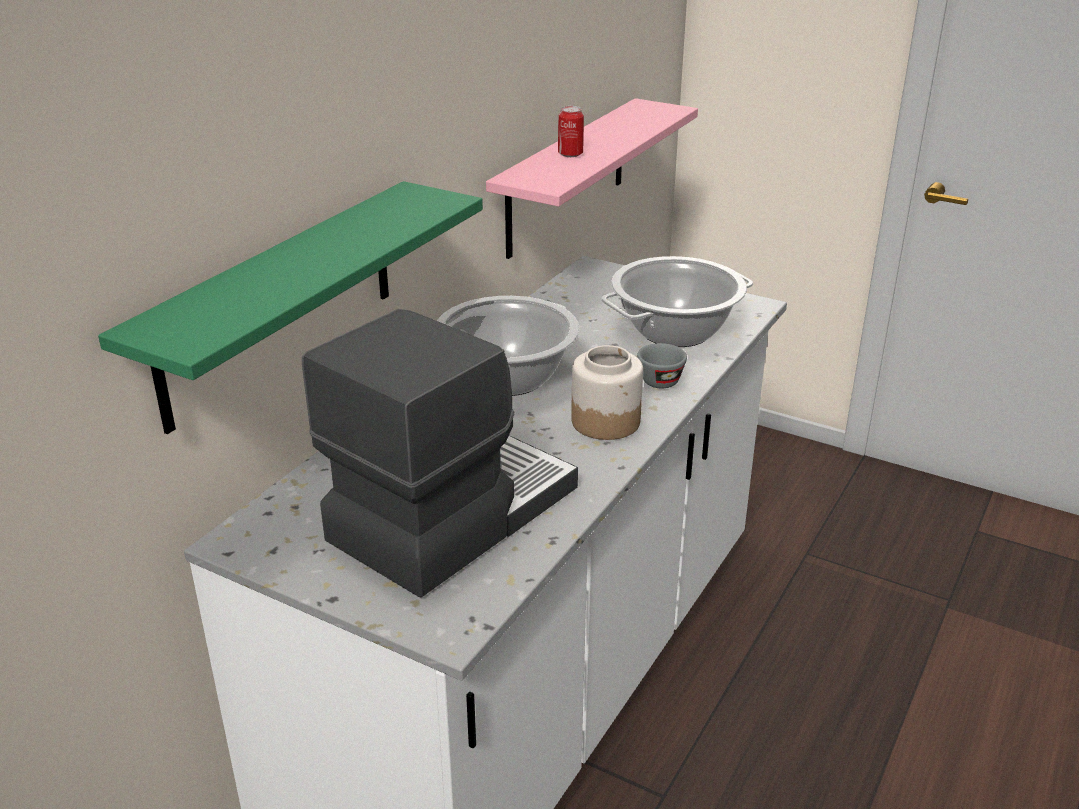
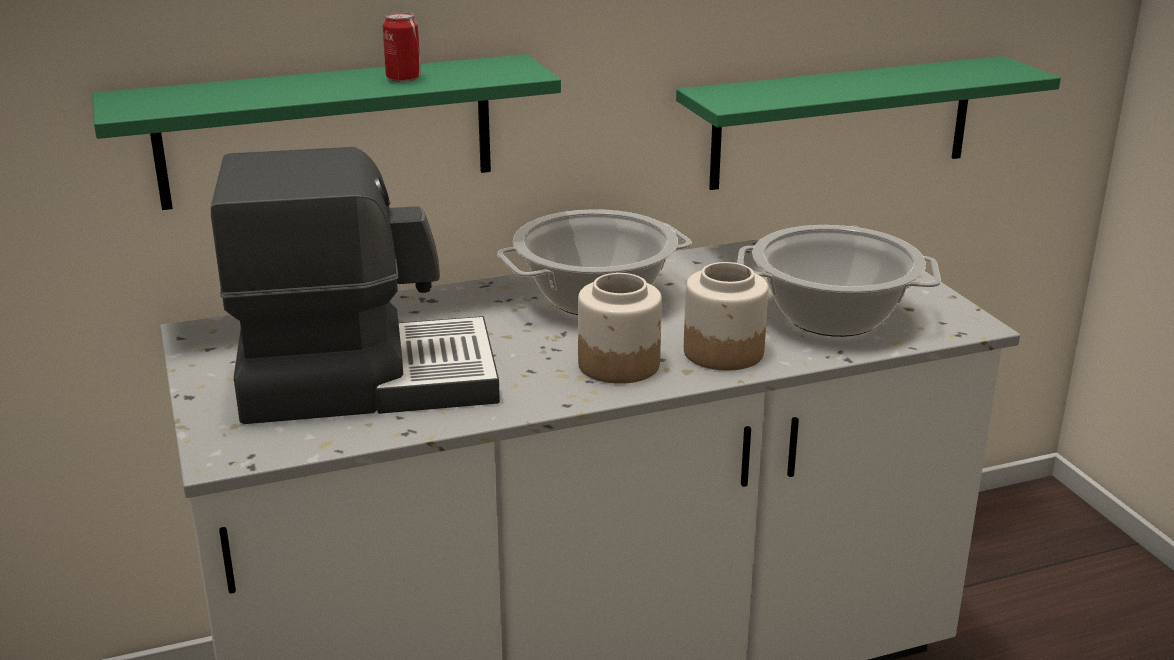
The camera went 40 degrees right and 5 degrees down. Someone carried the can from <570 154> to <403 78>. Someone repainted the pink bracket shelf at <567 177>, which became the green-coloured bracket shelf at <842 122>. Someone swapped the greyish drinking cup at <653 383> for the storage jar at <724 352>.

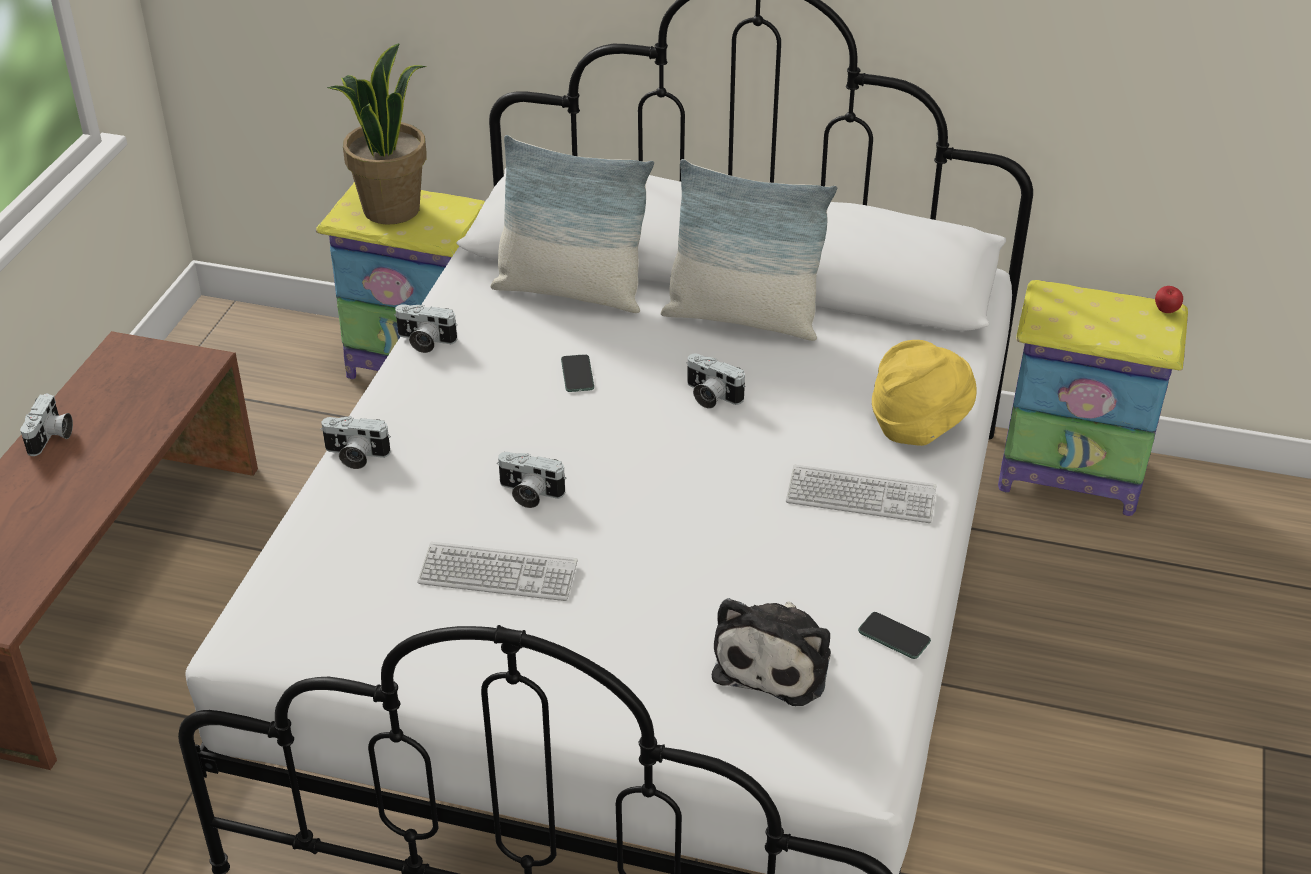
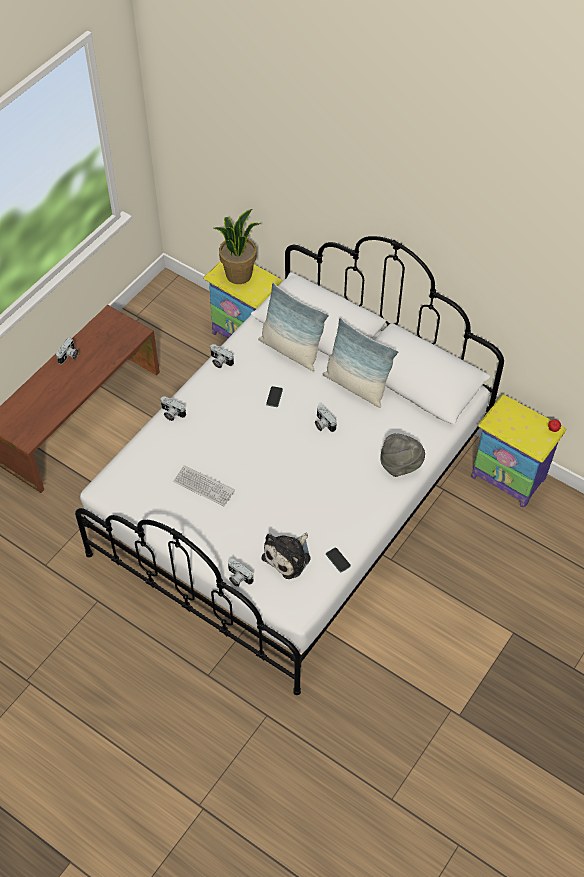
The camera went 20 degrees right and 15 degrees up. Someone carried the still camera from <529 494> to <238 578>. Someone repainted the yellowish hat at <918 427>, which became the greyish hat at <400 465>. Someone took away the keyboard at <861 496>.

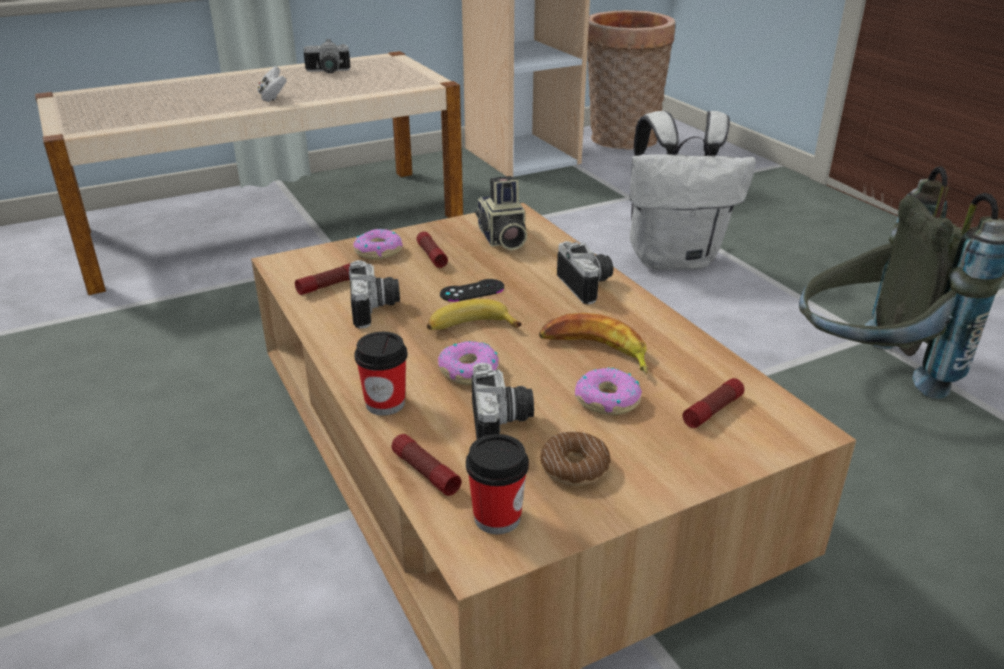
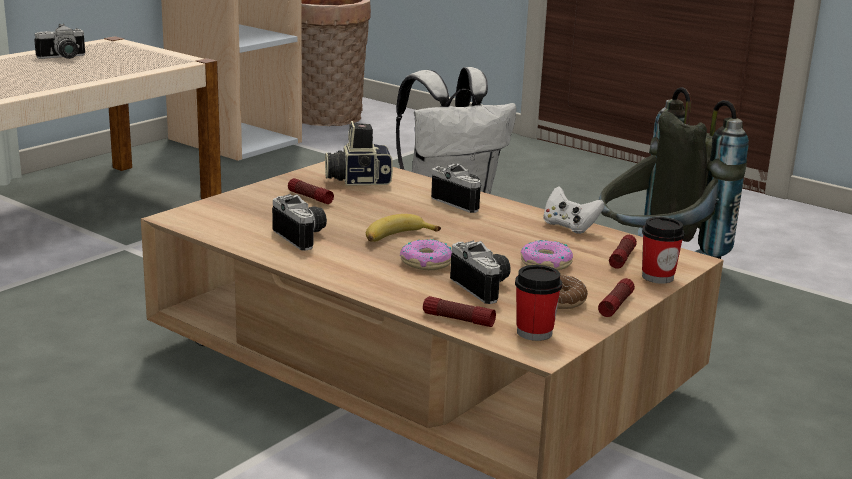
The camera went 25 degrees left and 10 degrees down. Someone rotated the still camera at <501 239> by 120 degrees clockwise. Someone carried the white-coloured joypad from <273 98> to <569 227>. Someone carried the flashlight from <328 285> to <616 305>. Someone carried the drinking cup from <385 403> to <657 277>. Someone took away the doughnut at <378 251>. Someone took away the blackish joypad at <472 291>. Someone took away the whole banana at <595 352>.

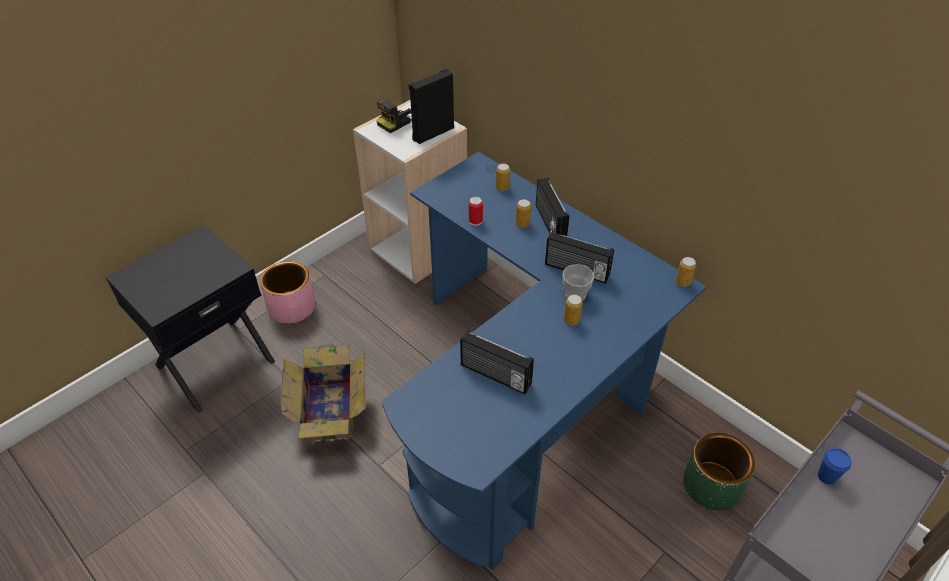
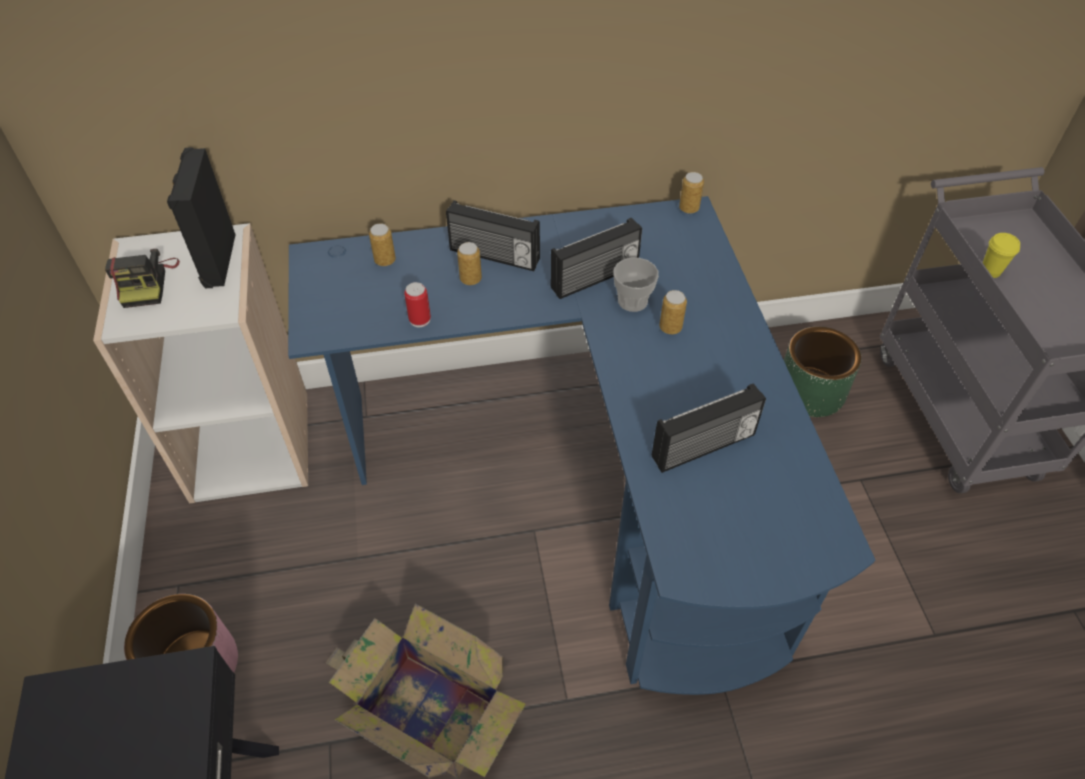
The camera went 55 degrees left and 5 degrees up. Someone repainted the blue drinking cup at <826 476>, which became the yellowish drinking cup at <990 271>.

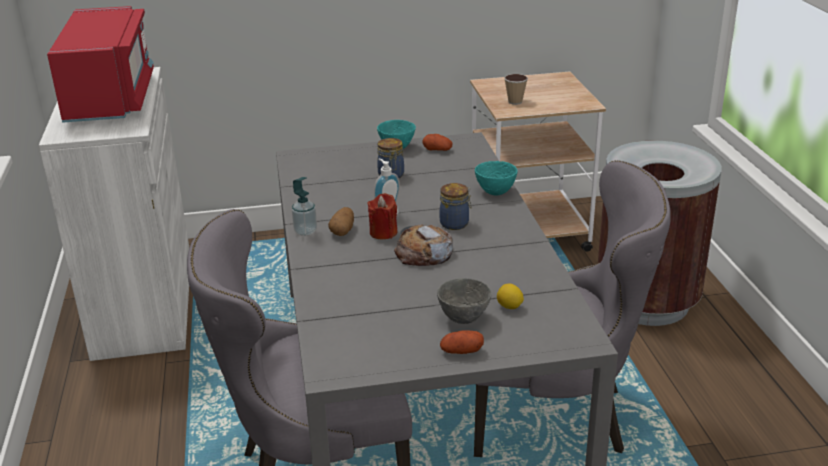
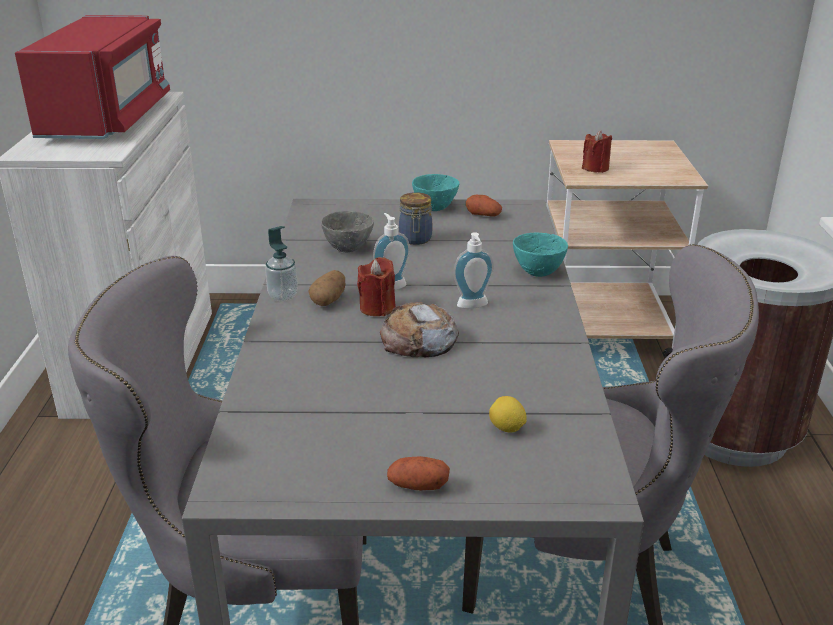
The camera went 10 degrees right and 0 degrees up. Someone carried the greyish serving bowl from <463 318> to <348 248>. Someone swapped the storage jar at <455 223> for the liquid soap bottle at <473 306>. Someone swapped the drinking cup at <515 102> for the red-coloured wax light at <595 168>.

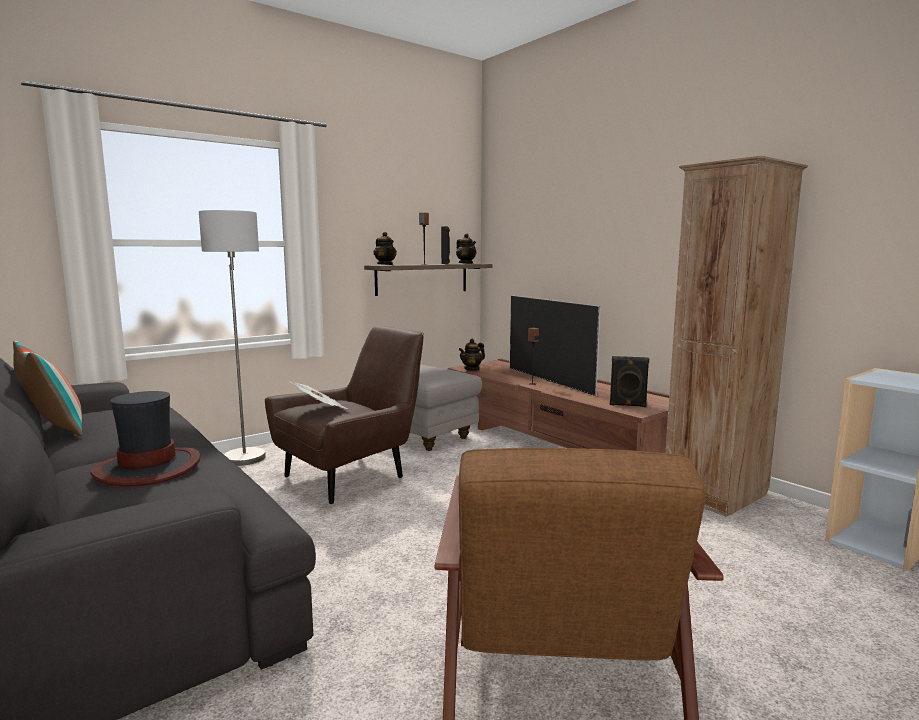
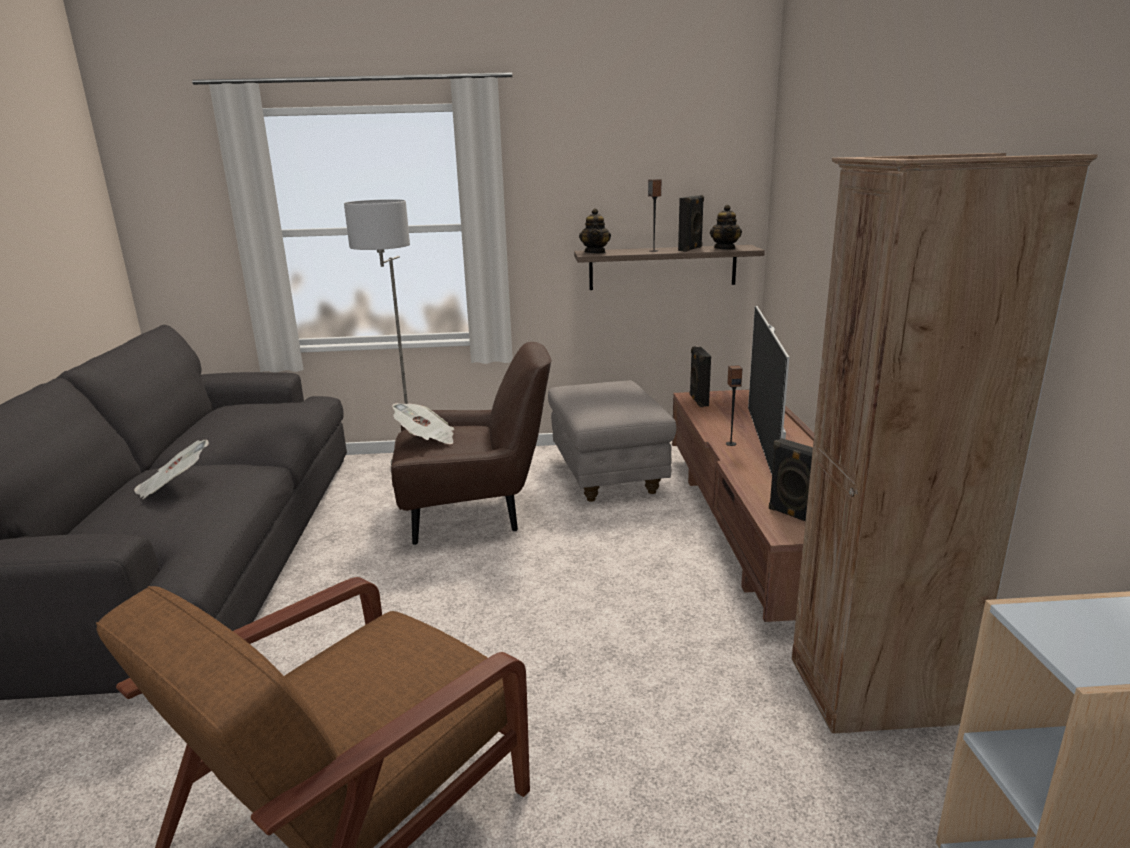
The camera went 35 degrees right and 10 degrees up. Someone swapped the hat at <148 468> for the daily paper at <174 487>. Someone swapped the pot for tea at <472 369> for the blackish loudspeaker at <698 401>. Someone took away the pillow at <53 430>.

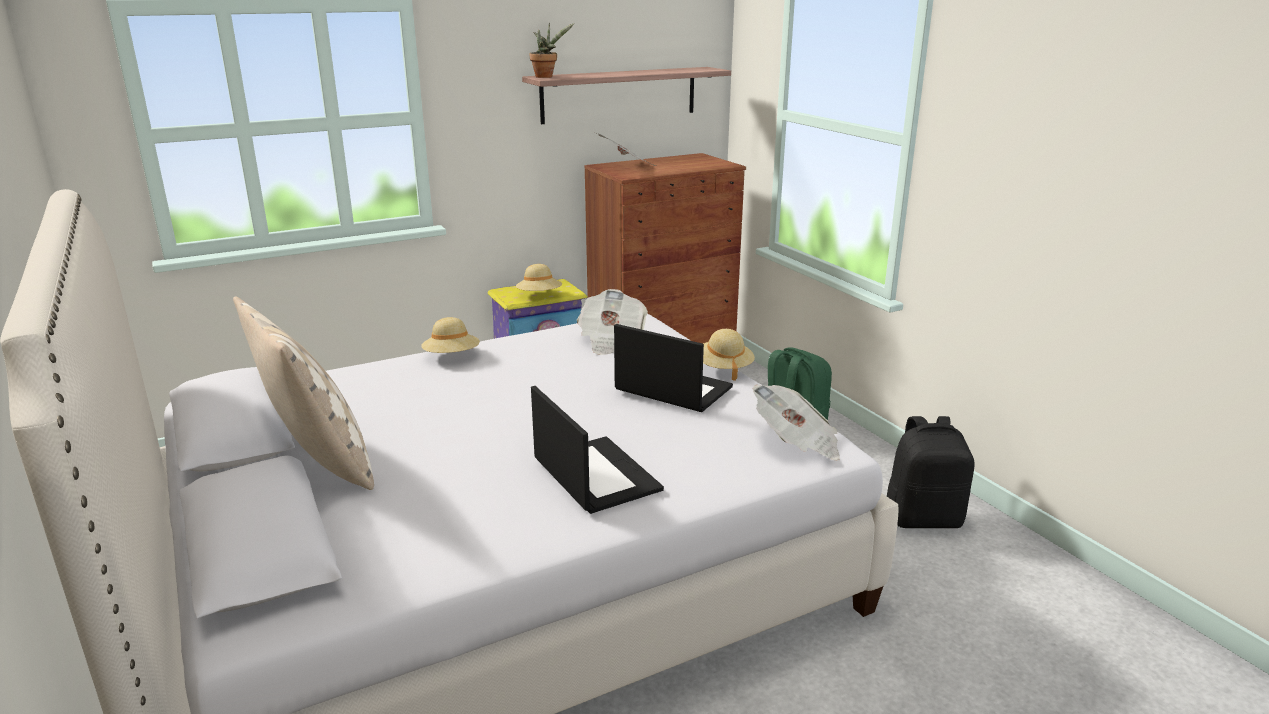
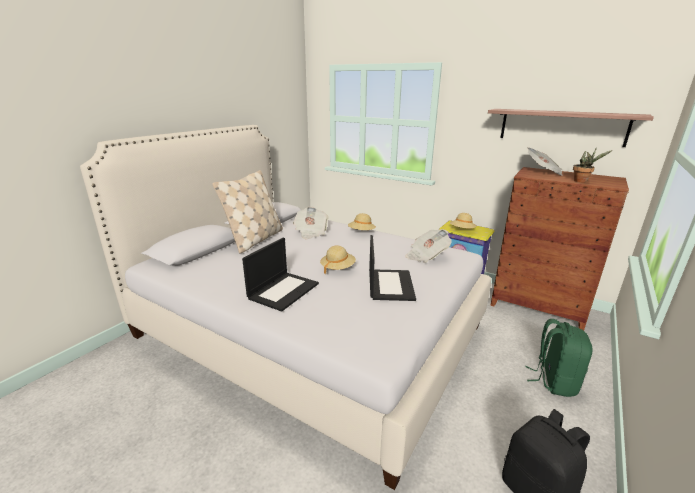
The camera went 60 degrees right and 0 degrees up. Someone carried the daily paper from <797 444> to <311 232>. Someone carried the beige hat from <723 368> to <338 268>. Someone carried the potted plant from <546 76> to <582 181>.

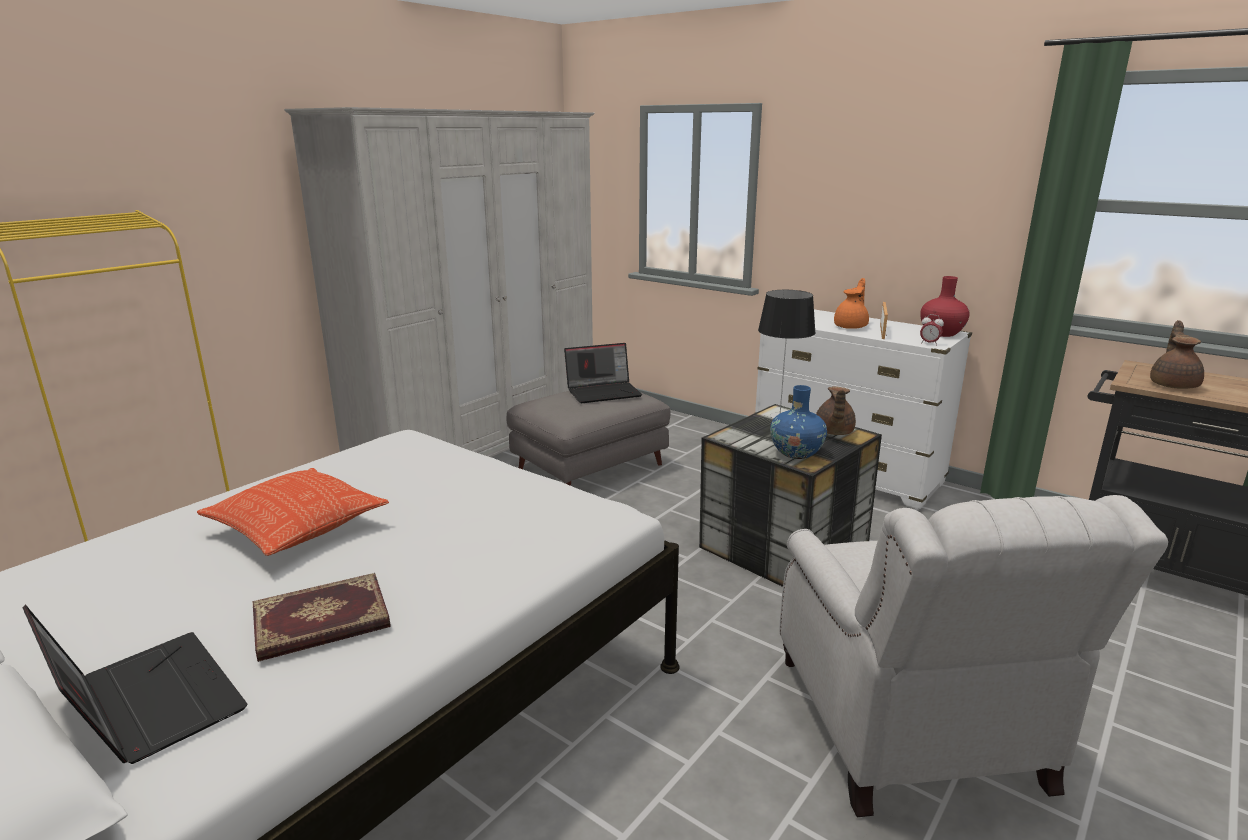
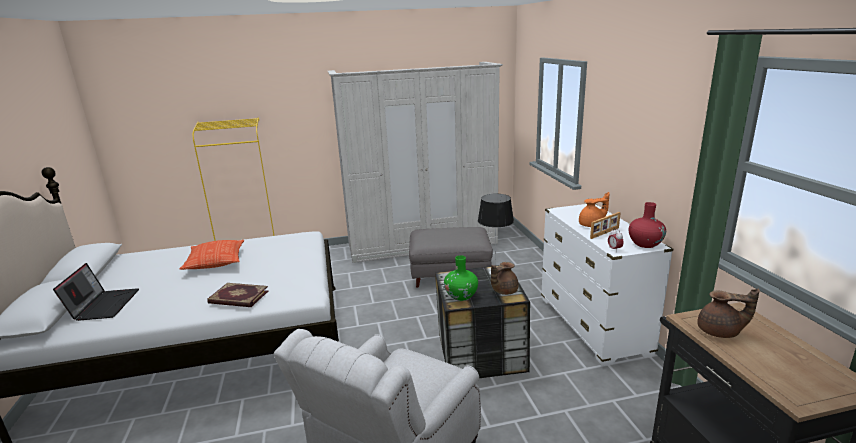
The camera went 40 degrees right and 0 degrees up. Someone carried the bound book from <322 622> to <238 298>. Someone repainted the blue flower vase at <796 453>, which became the green-coloured flower vase at <461 296>. Someone rotated the brown pot for tea at <1173 385> by 45 degrees clockwise. Someone took away the laptop at <604 392>.

